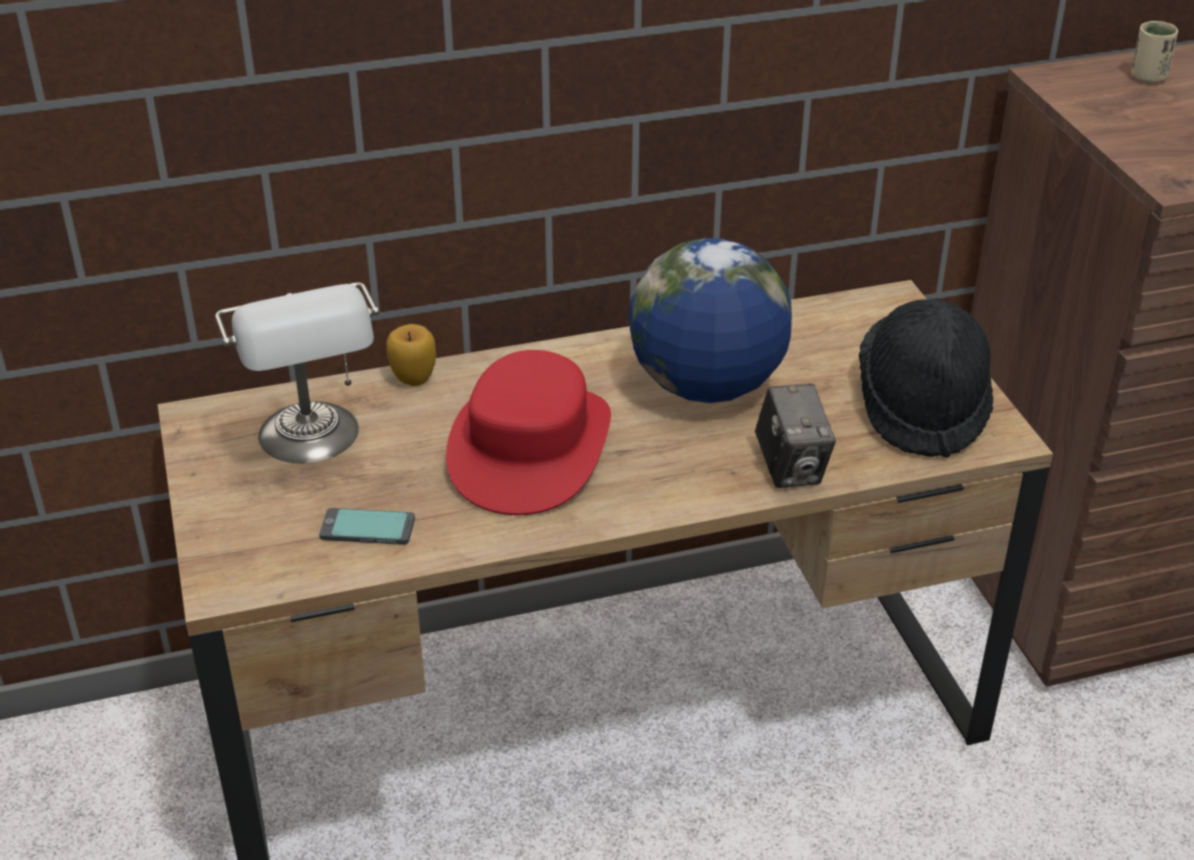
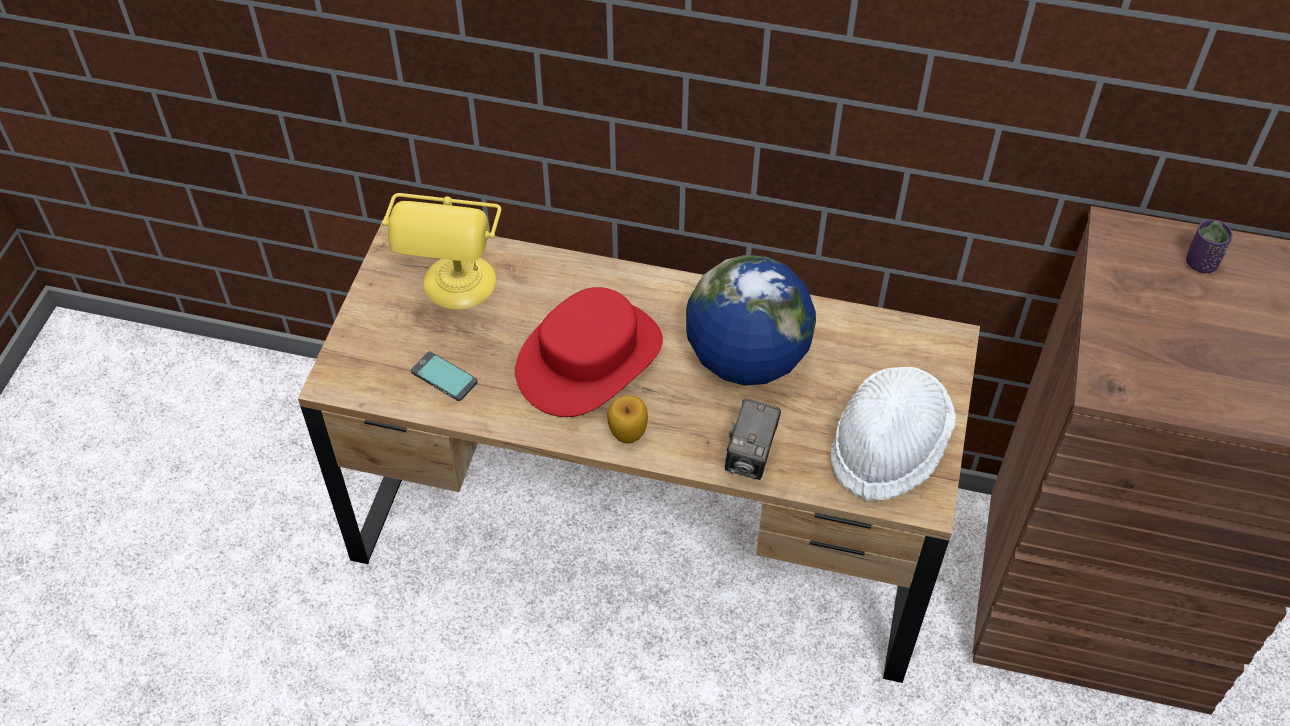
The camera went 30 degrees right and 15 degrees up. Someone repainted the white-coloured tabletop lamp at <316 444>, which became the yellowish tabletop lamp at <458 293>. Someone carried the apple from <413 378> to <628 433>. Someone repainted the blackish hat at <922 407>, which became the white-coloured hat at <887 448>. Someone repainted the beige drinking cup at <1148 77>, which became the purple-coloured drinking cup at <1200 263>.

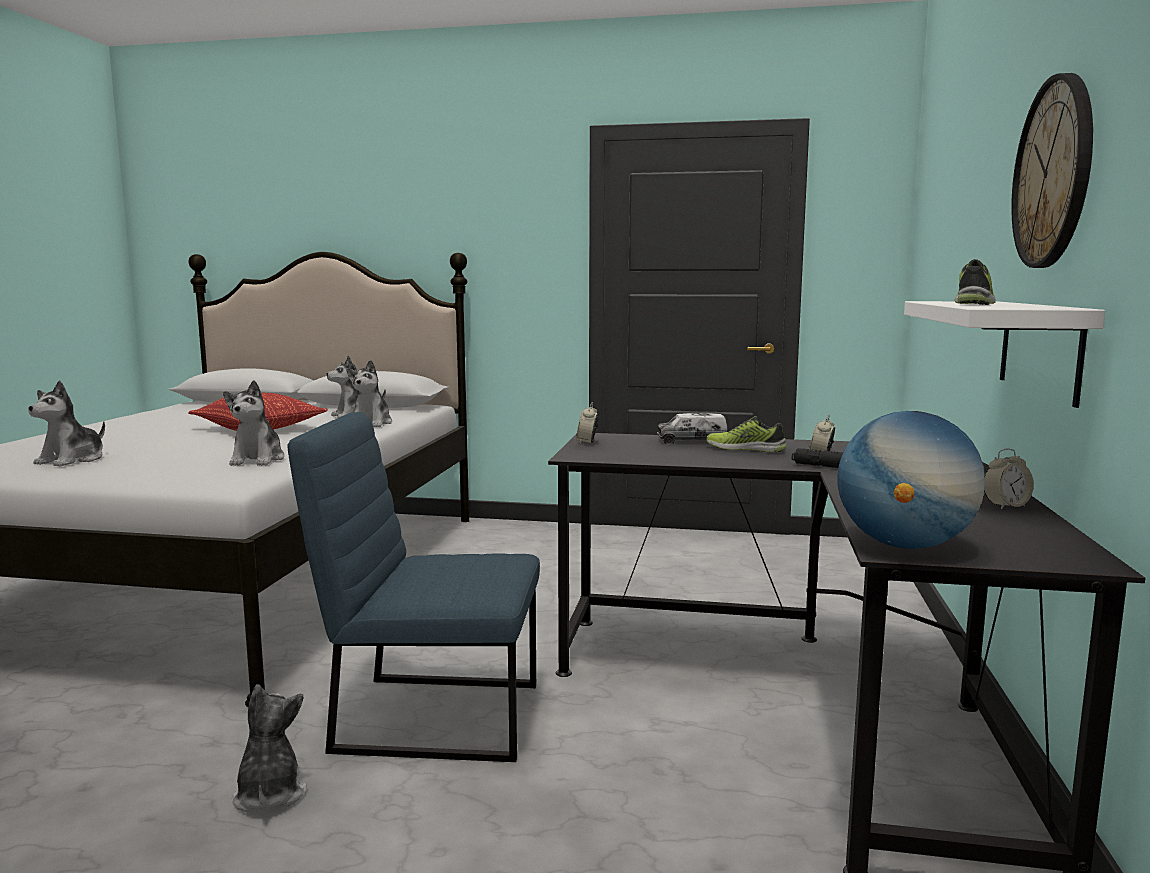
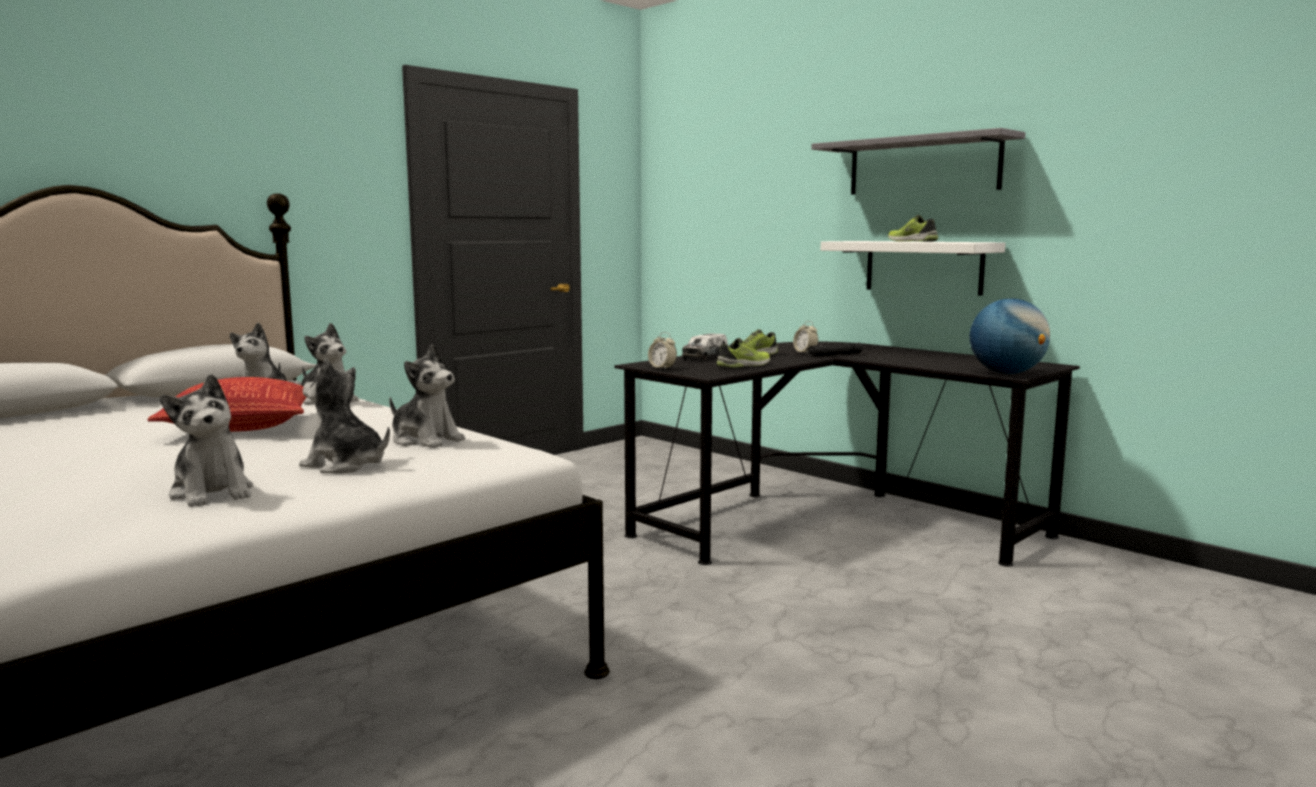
The camera went 55 degrees left and 0 degrees up. Someone carried the soft toy from <269 793> to <345 465>. Someone put down the low shoe at <744 365>. Someone swapped the wall clock at <1053 173> for the greyish bracket shelf at <923 166>. Someone took away the blue chair at <432 716>. Someone took away the alarm clock at <1005 506>.

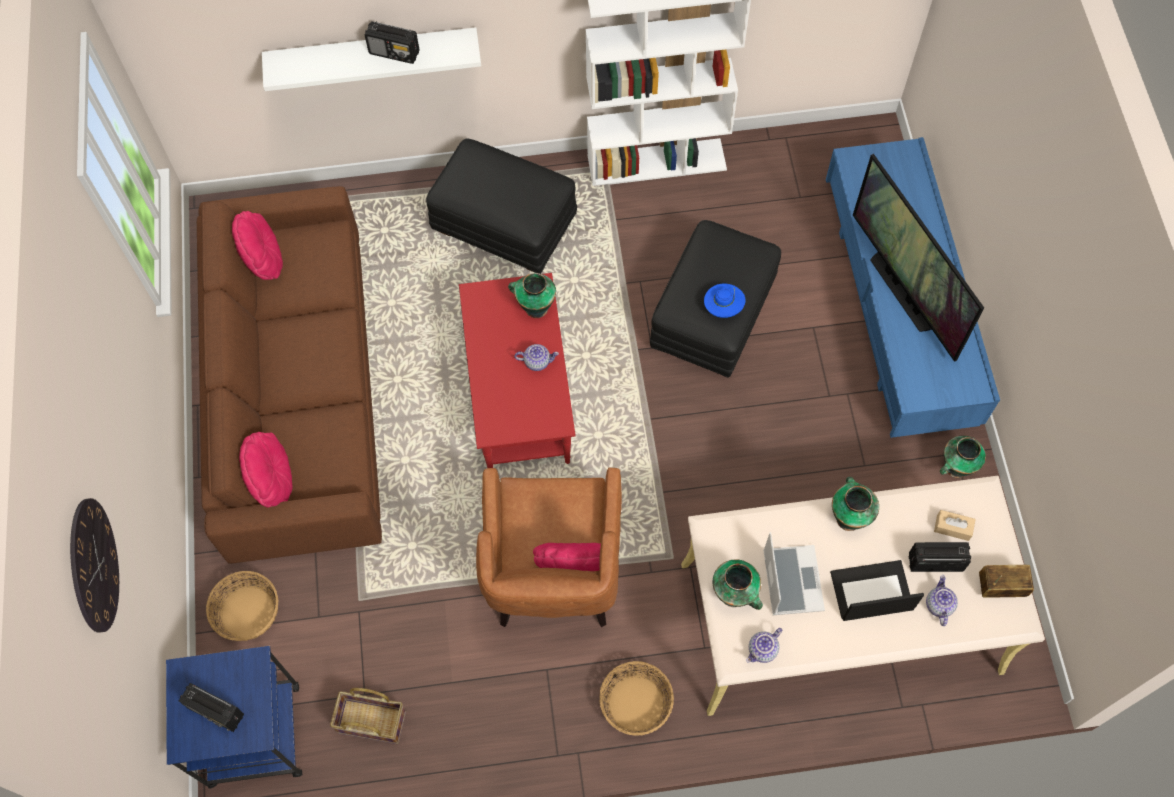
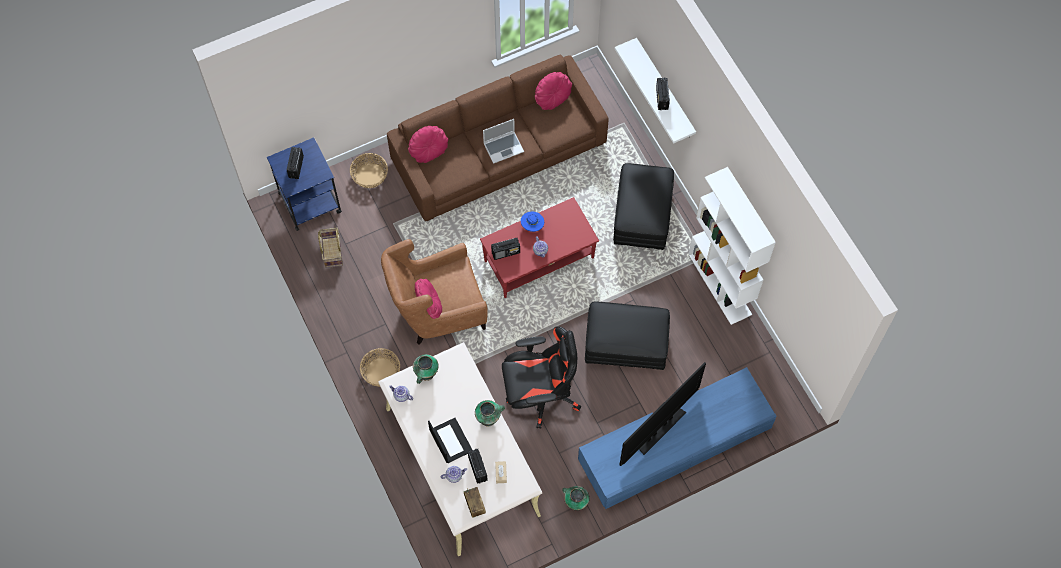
The camera went 70 degrees right and 0 degrees up. Someone carried the laptop from <791 580> to <504 147>. Someone put down the radio receiver at <506 252>. Someone put down the blackish desk chair at <539 396>. Someone carried the blue hat from <723 308> to <532 225>. Someone took away the wall clock at <93 565>. Someone took away the flower vase at <535 308>.

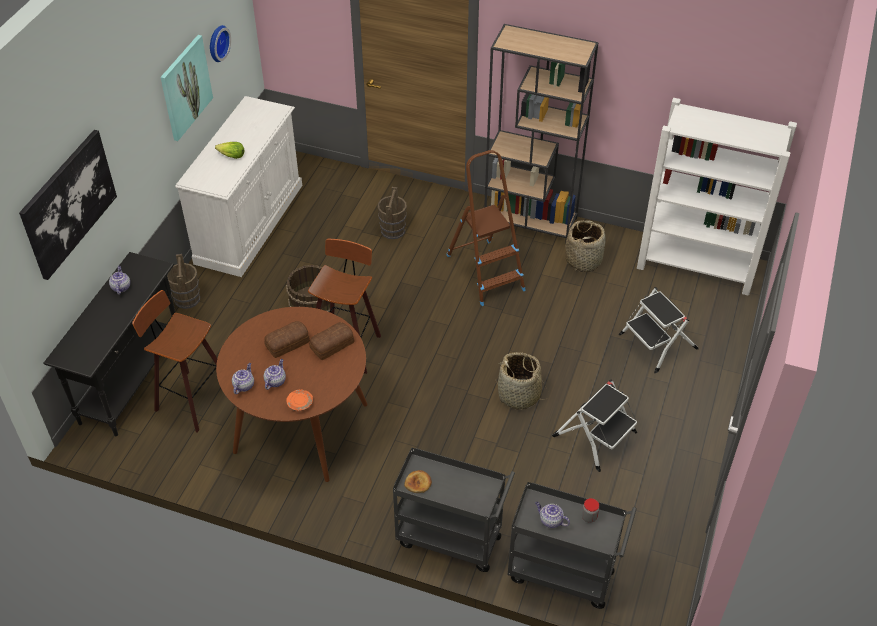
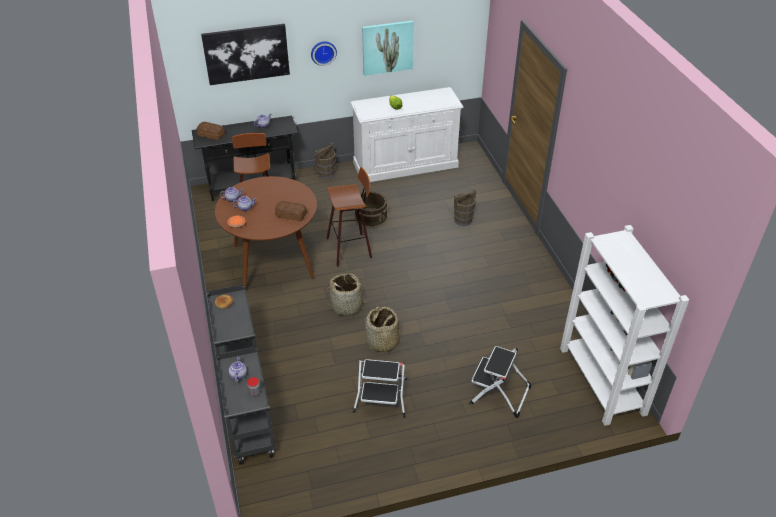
The camera went 55 degrees right and 5 degrees down. Someone carried the bread from <288 344> to <211 135>. Someone carried the wall clock from <217 43> to <323 52>. Someone carried the household basket from <583 260> to <347 306>. Someone took away the brown step ladder at <485 273>. Someone took away the bookcase at <531 221>.

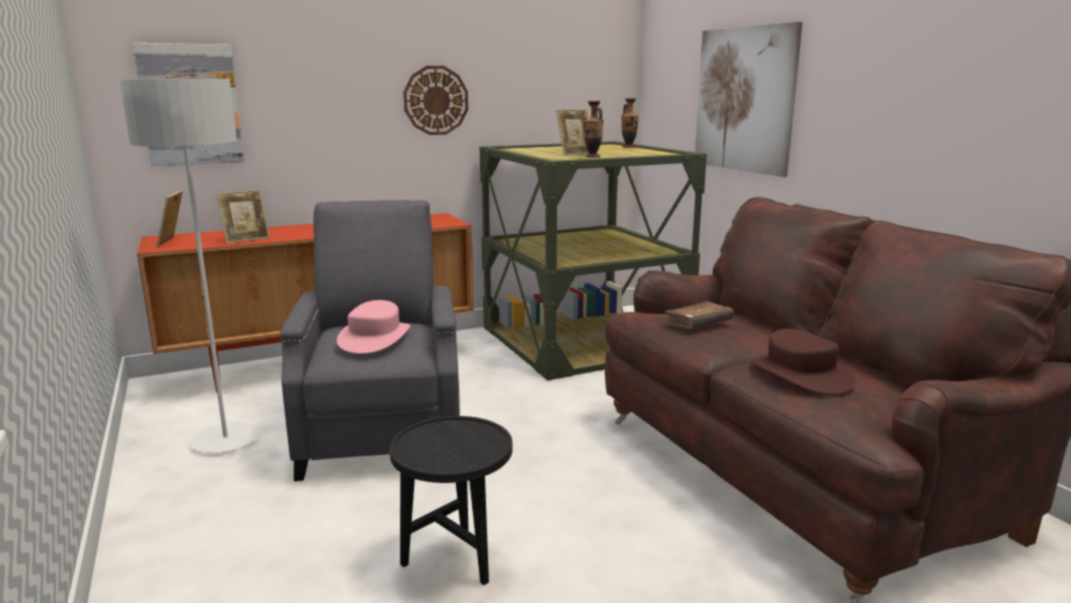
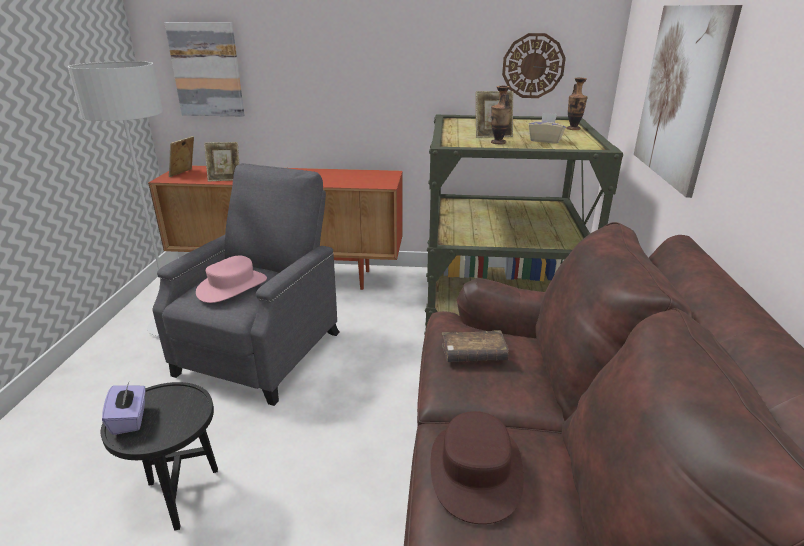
The camera went 30 degrees right and 10 degrees up. Someone put down the purple-coloured tissue holder at <130 419>. Someone carried the wall clock from <436 100> to <533 66>. Someone put down the beige tissue holder at <545 140>.

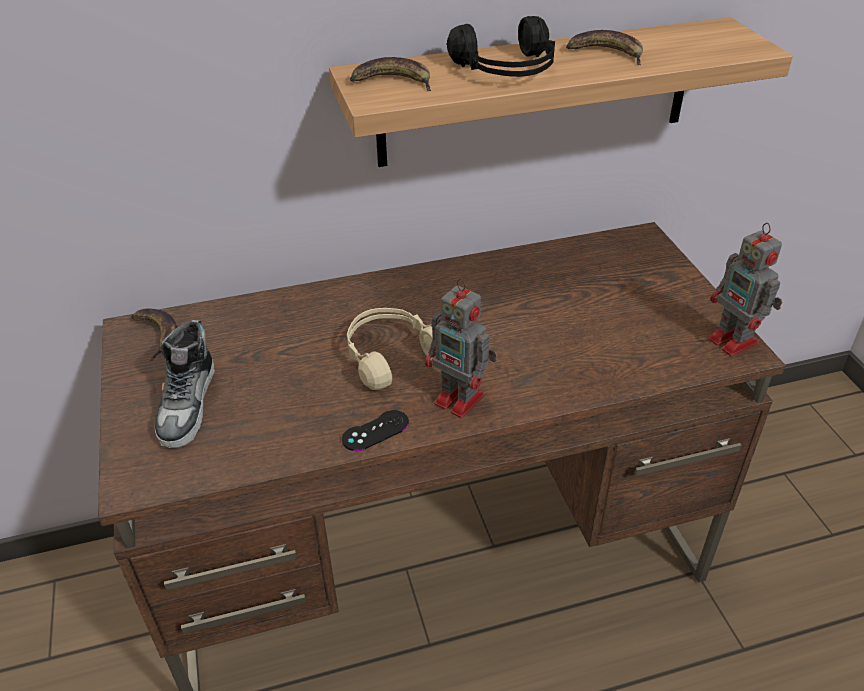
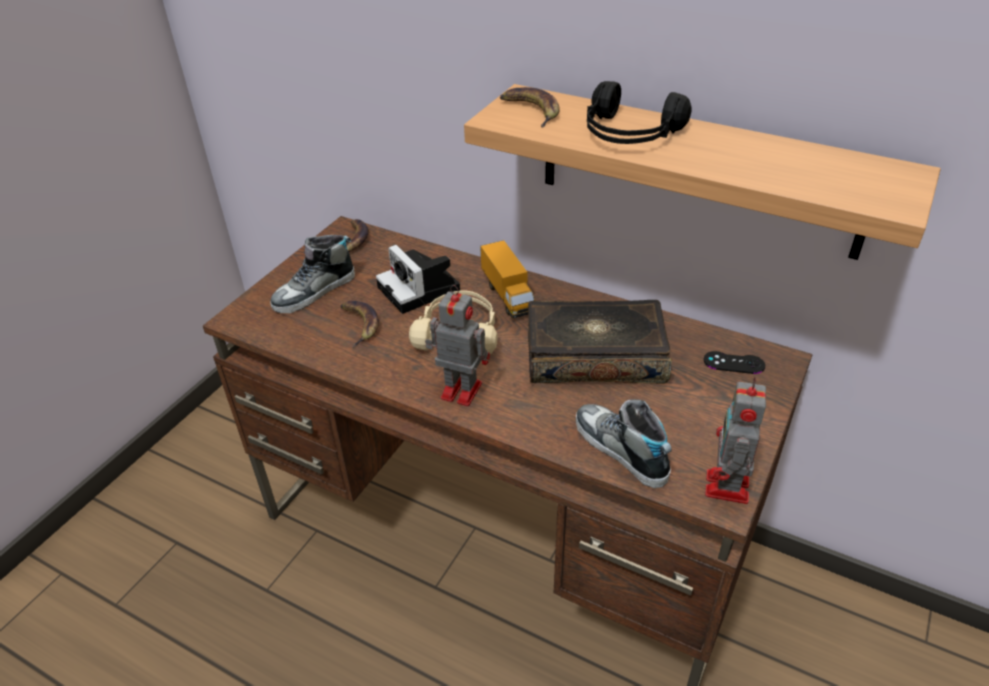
The camera went 45 degrees right and 0 degrees up. Someone carried the whole banana from <605 53> to <359 324>. Someone put down the still camera at <421 290>. Someone rotated the robot figure at <461 400> by 120 degrees clockwise. Someone put down the toy lorry at <508 296>. Someone put down the bound book at <595 356>. Someone put down the low shoe at <620 450>. Someone carried the blackish joypad from <375 431> to <734 363>.

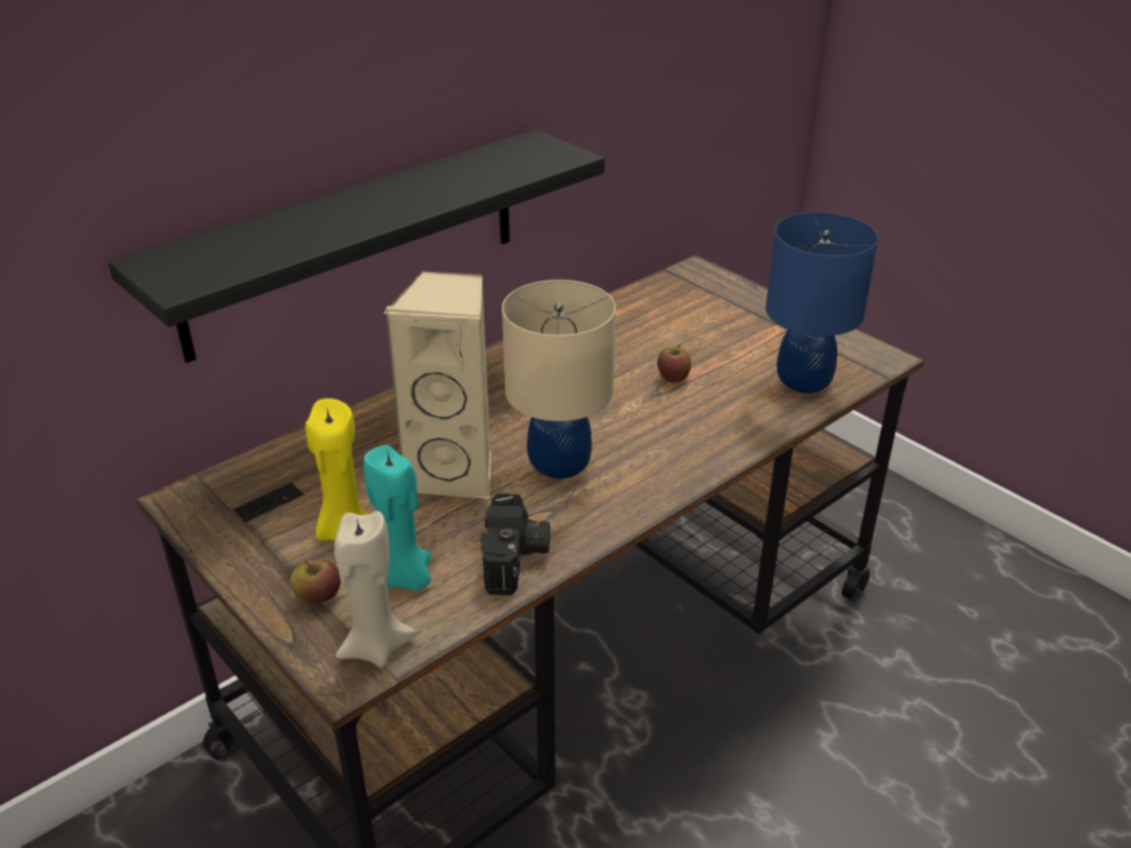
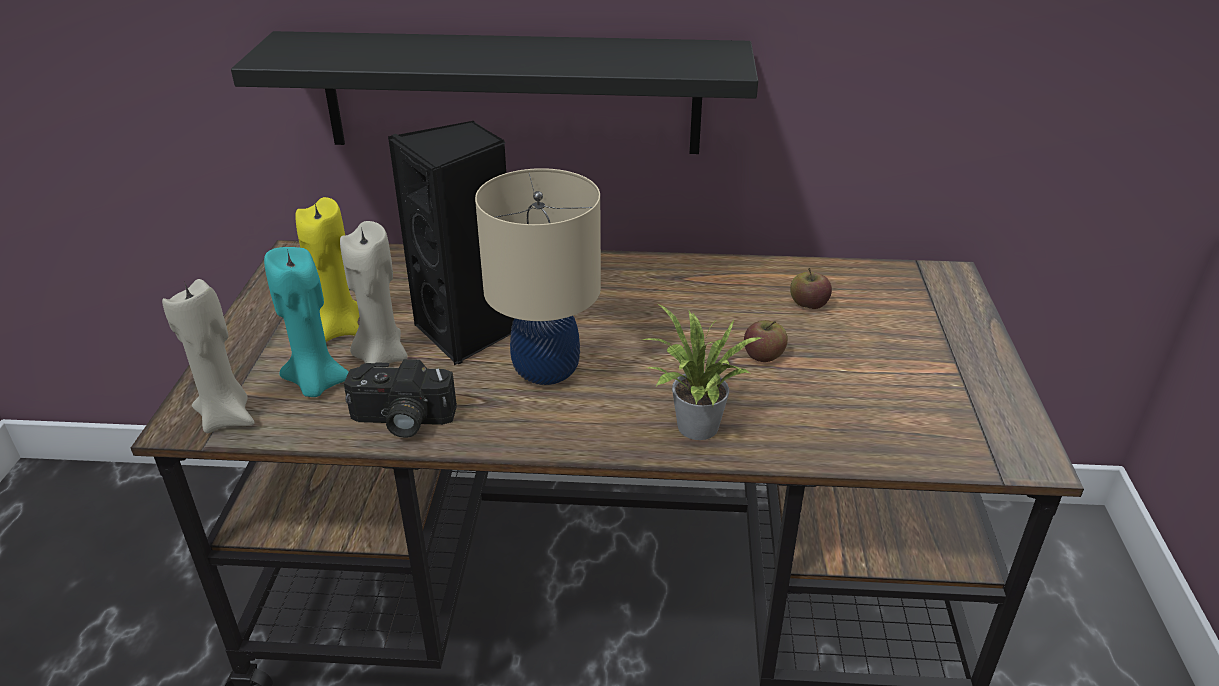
The camera went 45 degrees right and 0 degrees up. Someone put down the beige wax light at <381 357>. Someone rotated the still camera at <517 560> by 45 degrees clockwise. Someone repainted the beige loudspeaker at <456 473>, which became the blackish loudspeaker at <469 332>. Someone put down the potted plant at <694 429>. Someone carried the apple from <318 597> to <808 304>. Someone took away the blue tabletop lamp at <804 382>.

